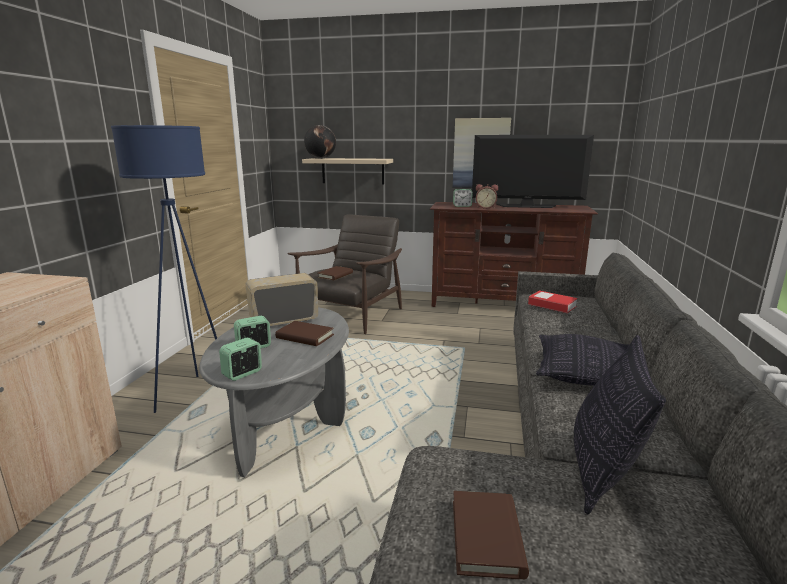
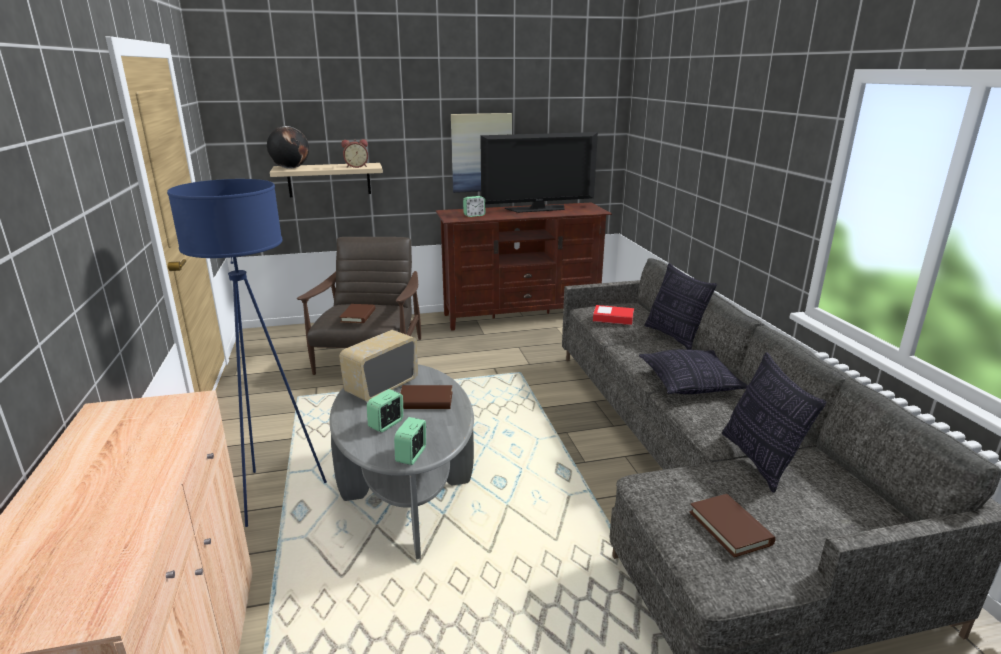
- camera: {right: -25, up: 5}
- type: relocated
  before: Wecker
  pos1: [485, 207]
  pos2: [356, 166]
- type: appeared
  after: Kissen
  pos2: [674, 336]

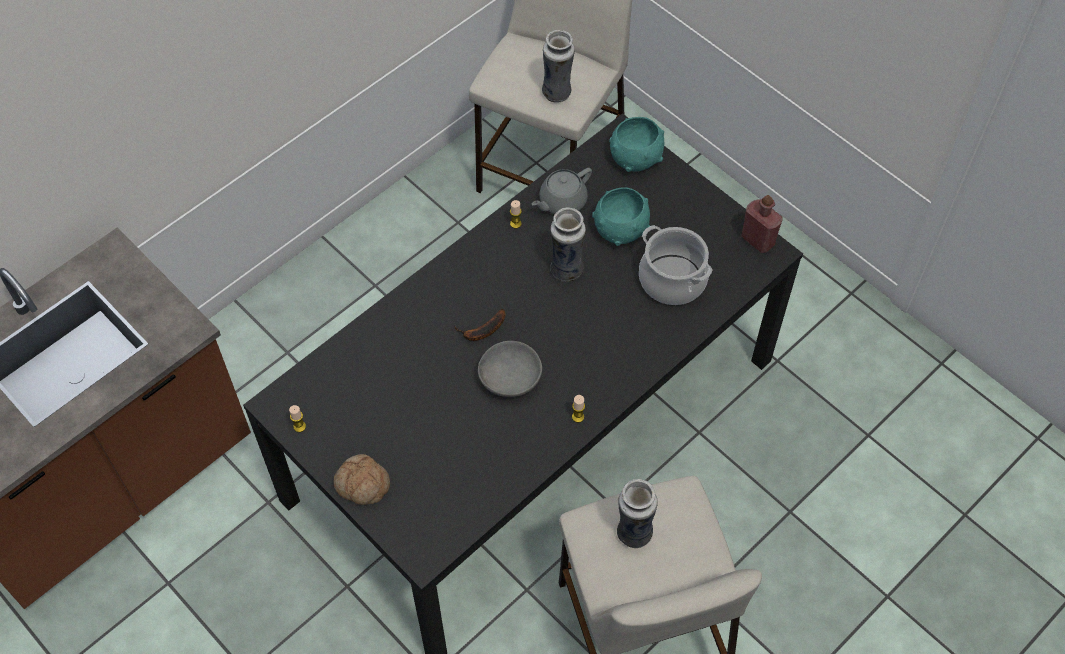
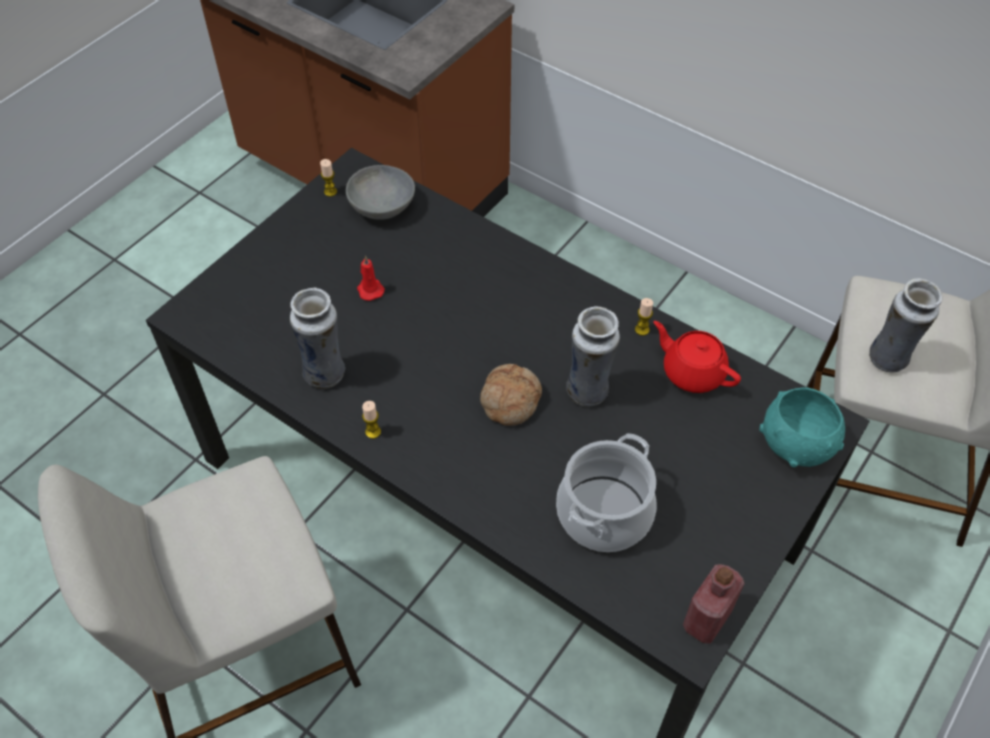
- camera: {right: 80, up: -5}
- type: relocated
  before: Vase
  pos1: [633, 532]
  pos2: [325, 373]
- type: relocated
  before: Schüssel/grau
  pos1: [510, 378]
  pos2: [383, 206]
- type: appeared
  after: Kerze/rot
  pos2: [370, 289]
- type: relocated
  before: Brot
  pos1: [362, 485]
  pos2: [509, 400]
- type: colour
  before: Teekanne/grau
  after: Teekanne/rot
  pos1: [562, 202]
  pos2: [692, 372]
- type: missing
  before: Banane
  pos1: [482, 331]
- type: missing
  before: Schüssel/türkis
  pos1: [621, 230]

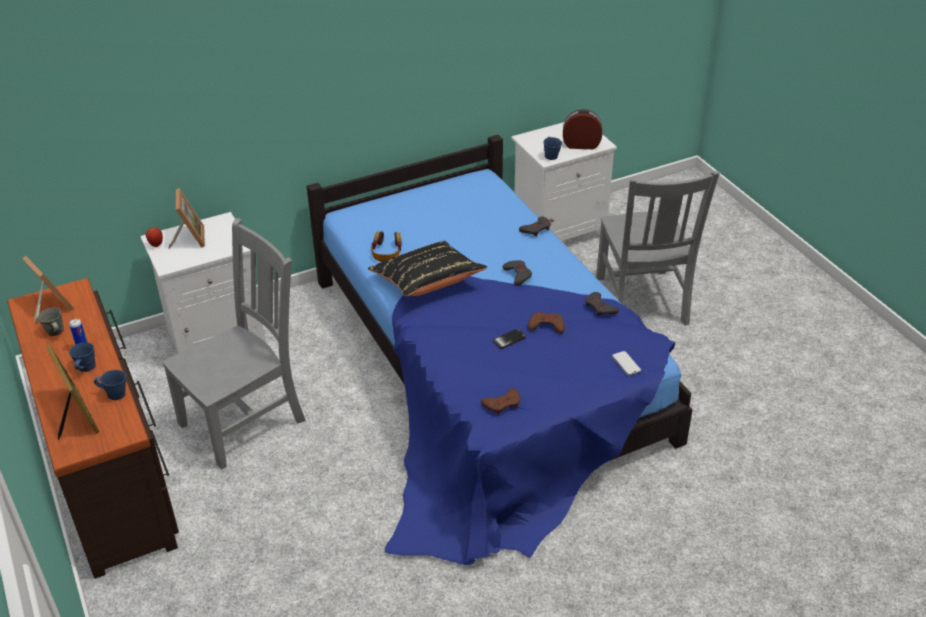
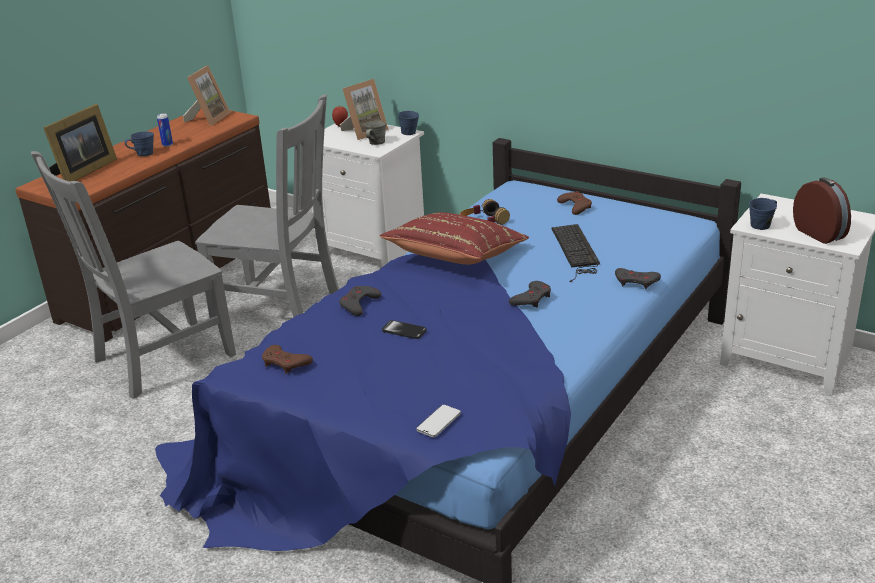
- camera: {right: 60, up: -10}
- type: relocated
  before: Stuhl/grau
  pos1: [642, 303]
  pos2: [160, 359]
- type: relocated
  before: Gamepad/grau
  pos1: [600, 307]
  pos2: [359, 304]
- type: relocated
  before: Henkelbecher/grau
  pos1: [55, 332]
  pos2: [376, 143]
- type: colour
  before: Kissen/schwarz
  after: Kissen/rot
  pos1: [427, 283]
  pos2: [456, 258]
- type: relocated
  before: Henkelbecher/blau
  pos1: [115, 394]
  pos2: [408, 132]
- type: appeared
  after: Tastatur
  pos2: [575, 251]
- type: relocated
  before: Gamepad/braun
  pos1: [546, 325]
  pos2: [575, 206]

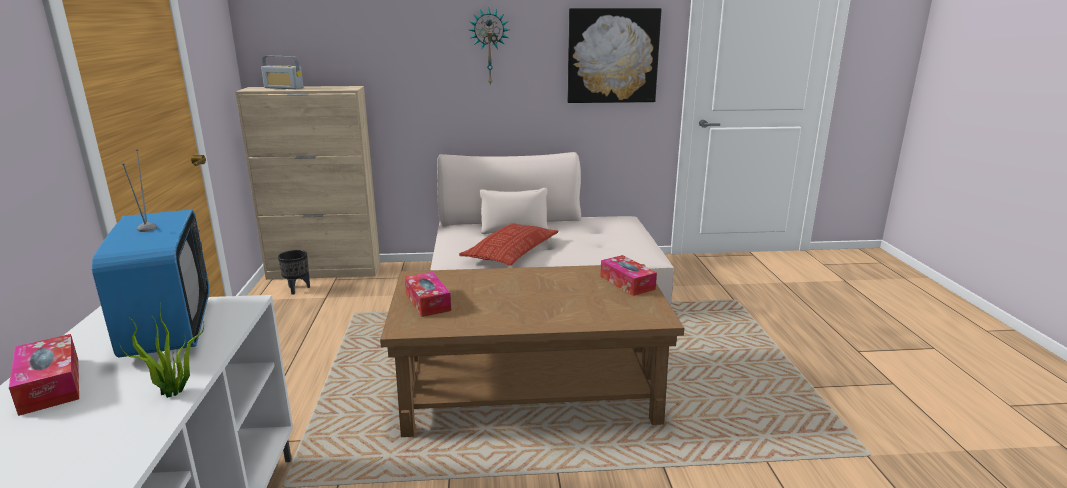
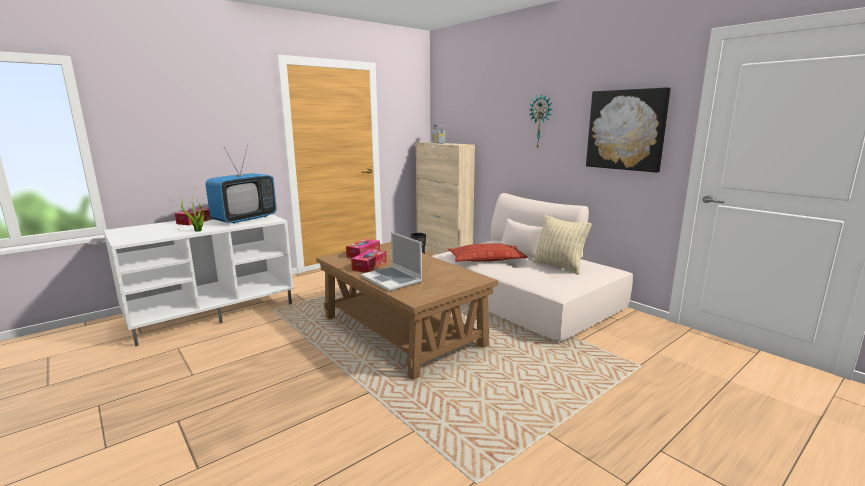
- camera: {right: 55, up: -5}
- type: relocated
  before: Taschentuchbox
  pos1: [627, 283]
  pos2: [369, 266]
- type: appeared
  after: Laptop
  pos2: [392, 280]
- type: appeared
  after: Kissen/beige
  pos2: [558, 266]

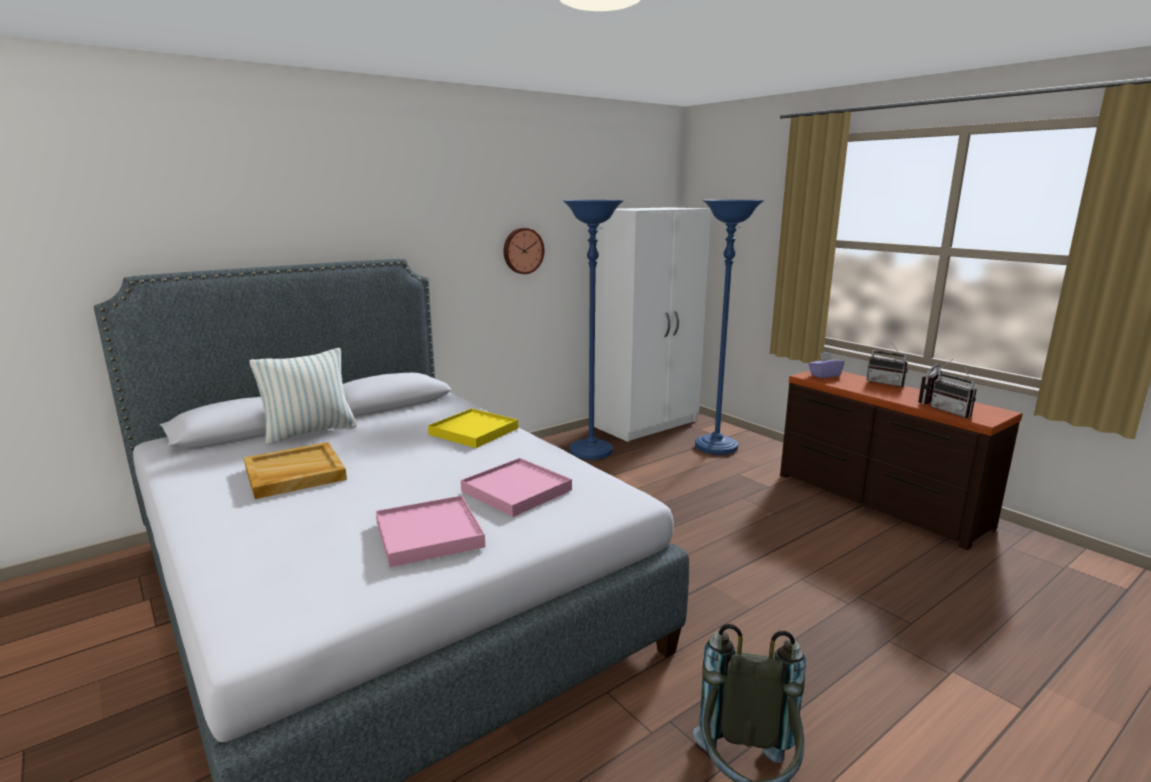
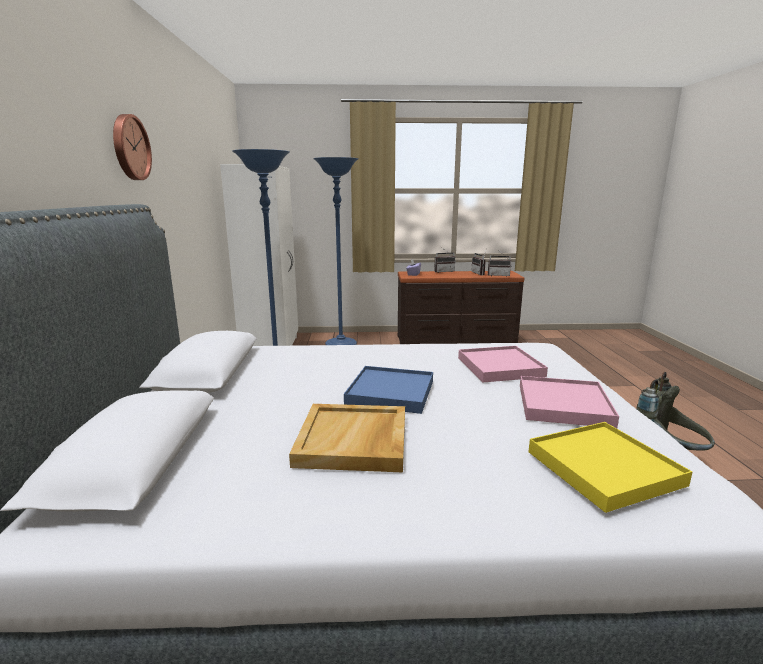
- camera: {right: -55, up: 0}
- type: relocated
  before: Wanduhr
  pos1: [522, 250]
  pos2: [129, 147]
- type: appeared
  after: Tablett/blau
  pos2: [390, 393]
- type: relocated
  before: Tablett/gelb
  pos1: [474, 431]
  pos2: [603, 468]
- type: missing
  before: Kissen
  pos1: [310, 432]

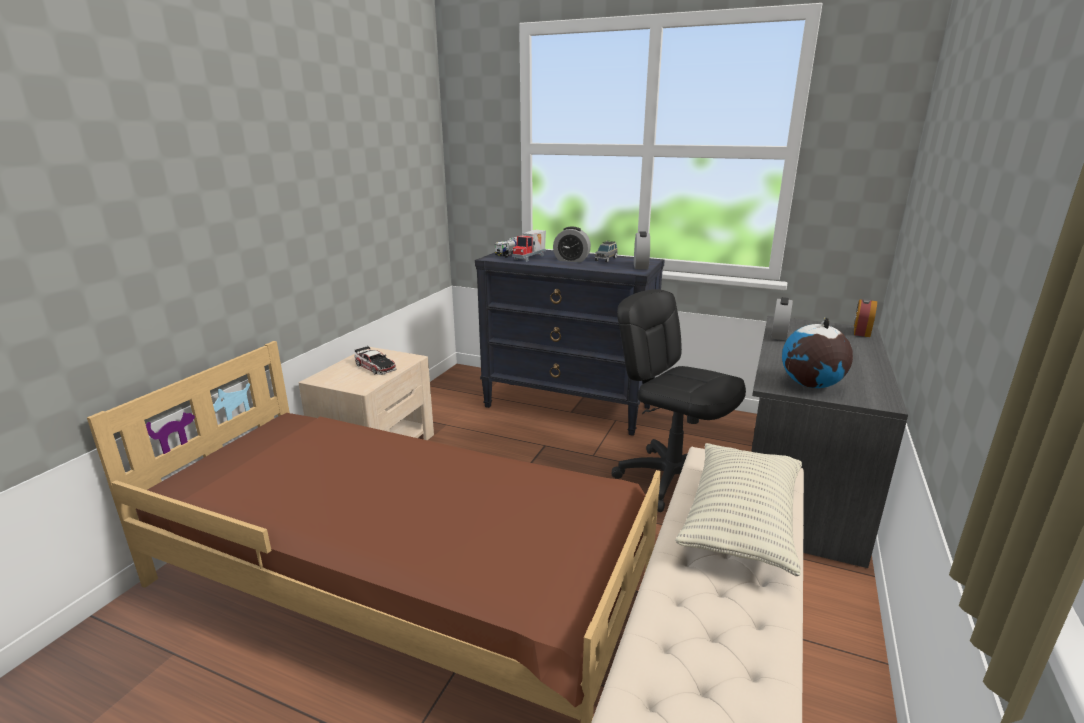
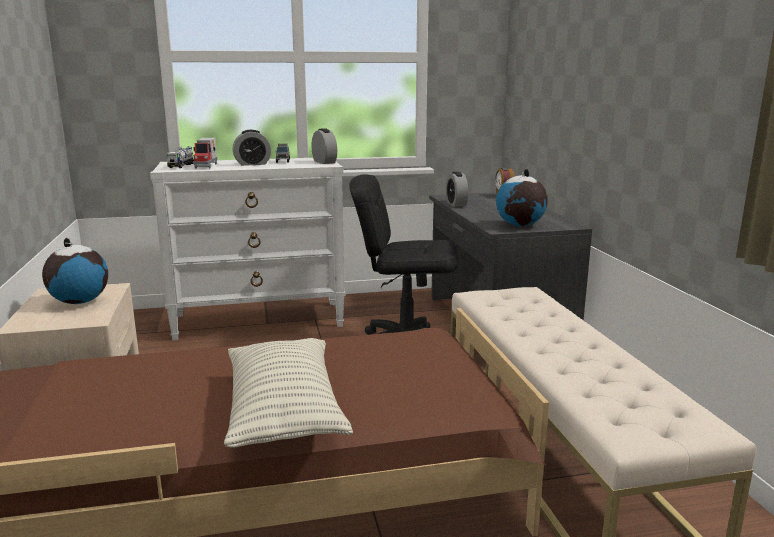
- camera: {right: -35, up: -5}
- type: exchanged
  before: Spielzeugauto
  after: Globus
  pos1: [375, 367]
  pos2: [79, 302]
- type: colour
  before: Kommode/schwarz
  after: Kommode/weiß
  pos1: [568, 406]
  pos2: [259, 320]
- type: relocated
  before: Kissen
  pos1: [741, 521]
  pos2: [284, 412]

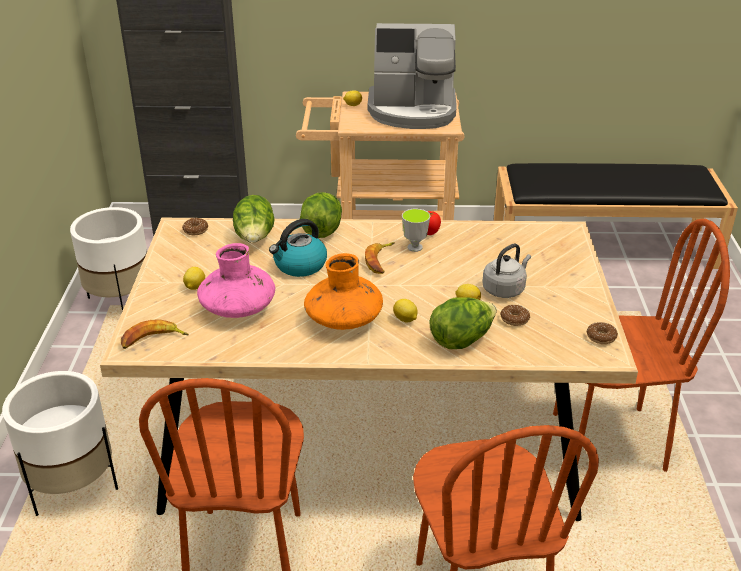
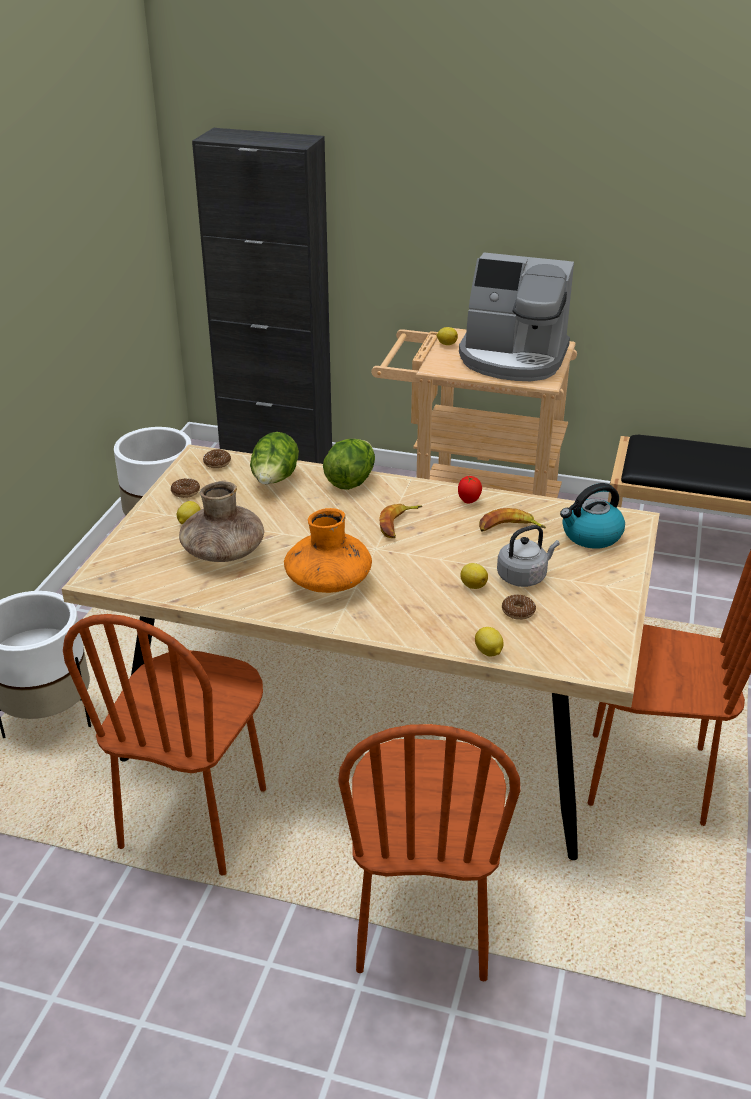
- camera: {right: 15, up: 0}
- type: relocated
  before: Donut
  pos1: [601, 337]
  pos2: [185, 492]
- type: colour
  before: Vase/rosa
  after: Vase/braun
  pos1: [238, 308]
  pos2: [223, 553]
- type: relocated
  before: Zitrone
  pos1: [405, 320]
  pos2: [488, 652]
- type: relocated
  before: Banane
  pos1: [153, 340]
  pos2: [509, 528]
- type: relocated
  before: Wasserkessel
  pos1: [299, 266]
  pos2: [590, 536]
- type: missing
  before: Tasse
  pos1: [415, 247]
- type: missing
  before: Salatkopf
  pos1: [461, 340]

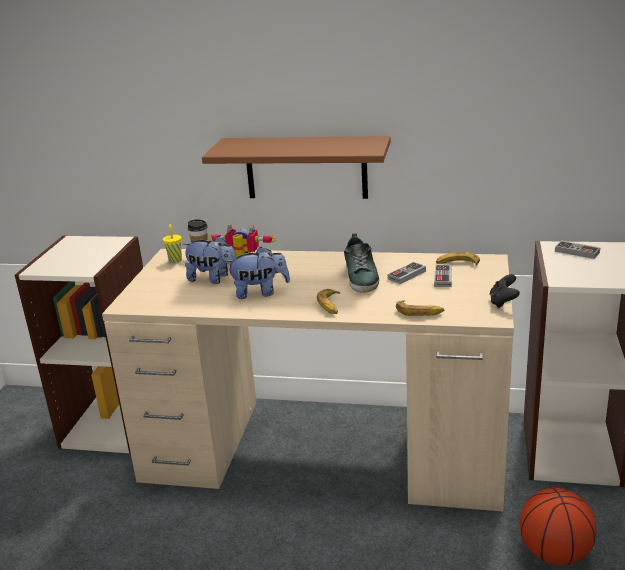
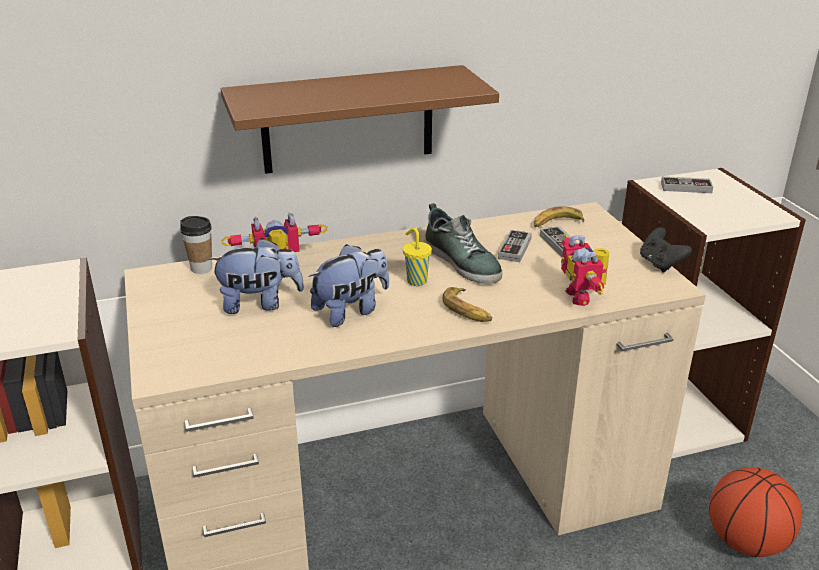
- camera: {right: -30, up: 5}
- type: relocated
  before: Tasse/gelb
  pos1: [175, 260]
  pos2: [416, 281]
- type: exchanged
  before: Banane
  after: Spielzeugroboter
  pos1: [419, 312]
  pos2: [584, 296]

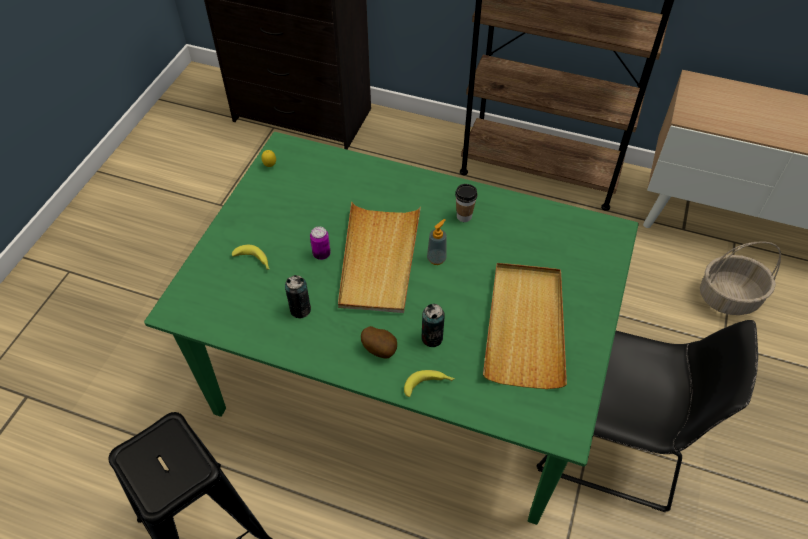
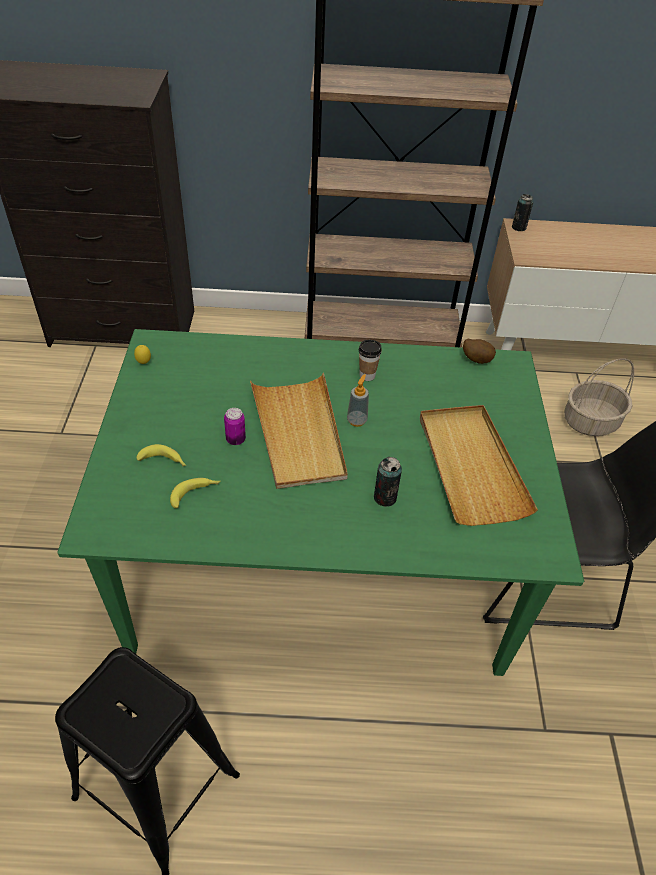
- camera: {right: -20, up: -5}
- type: relocated
  before: Banane
  pos1: [429, 385]
  pos2: [195, 494]
- type: relocated
  before: Kartoffel
  pos1: [380, 349]
  pos2: [476, 359]
- type: relocated
  before: Dose
  pos1: [300, 310]
  pos2: [518, 227]

